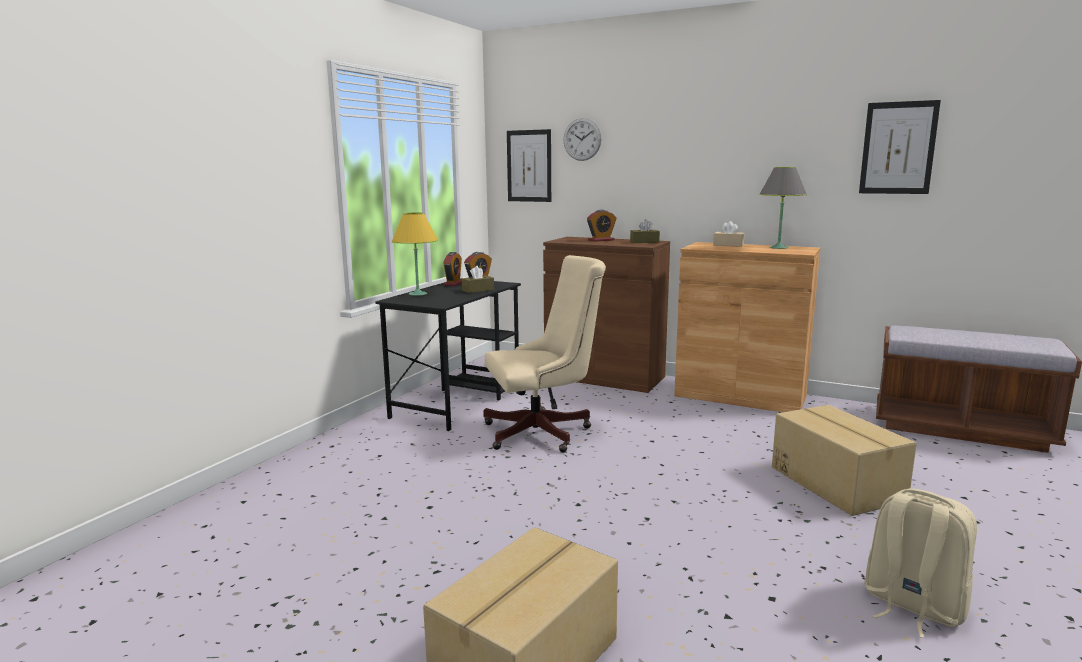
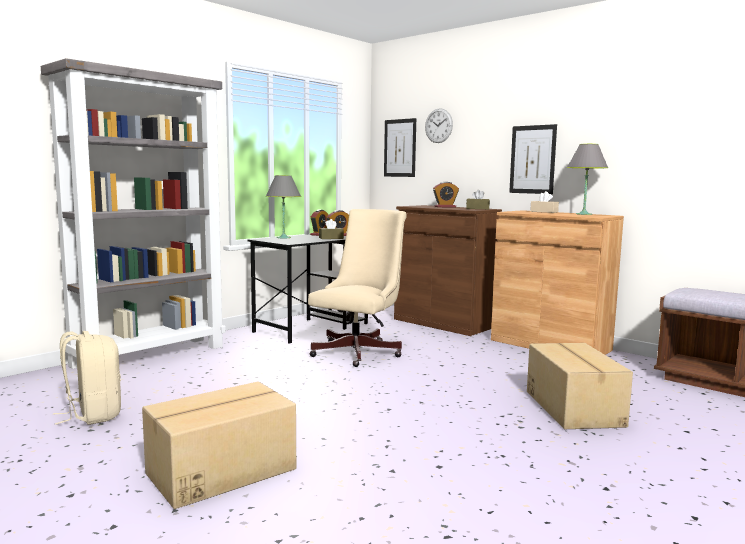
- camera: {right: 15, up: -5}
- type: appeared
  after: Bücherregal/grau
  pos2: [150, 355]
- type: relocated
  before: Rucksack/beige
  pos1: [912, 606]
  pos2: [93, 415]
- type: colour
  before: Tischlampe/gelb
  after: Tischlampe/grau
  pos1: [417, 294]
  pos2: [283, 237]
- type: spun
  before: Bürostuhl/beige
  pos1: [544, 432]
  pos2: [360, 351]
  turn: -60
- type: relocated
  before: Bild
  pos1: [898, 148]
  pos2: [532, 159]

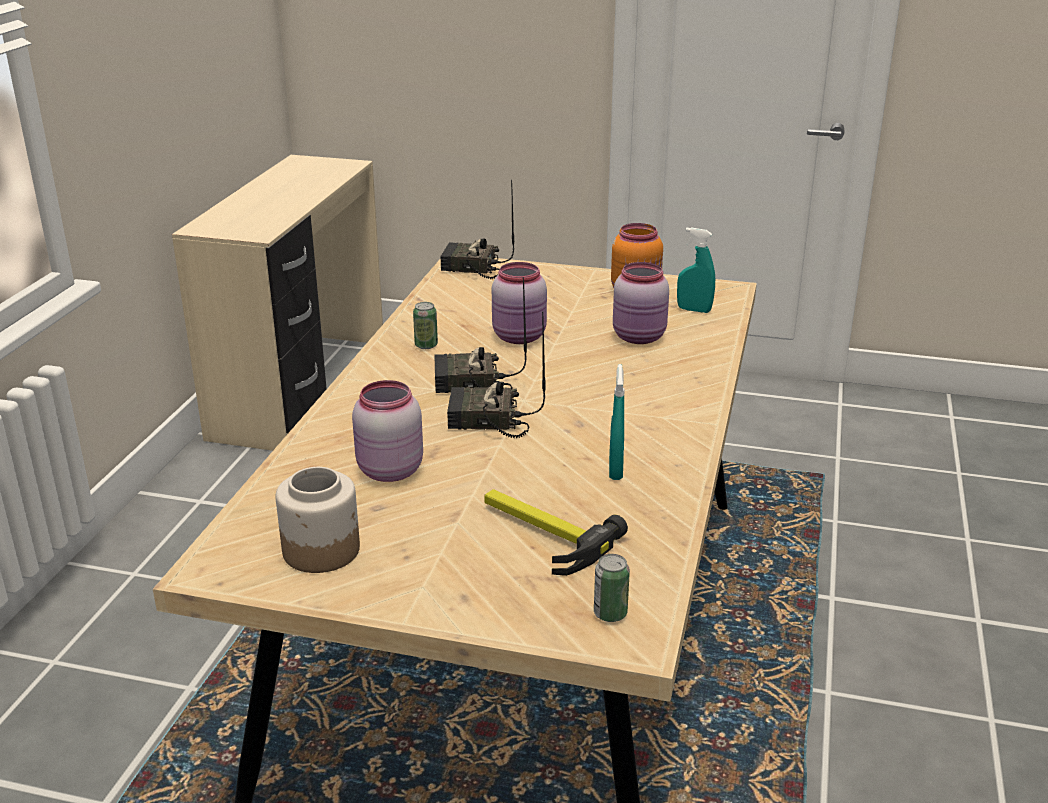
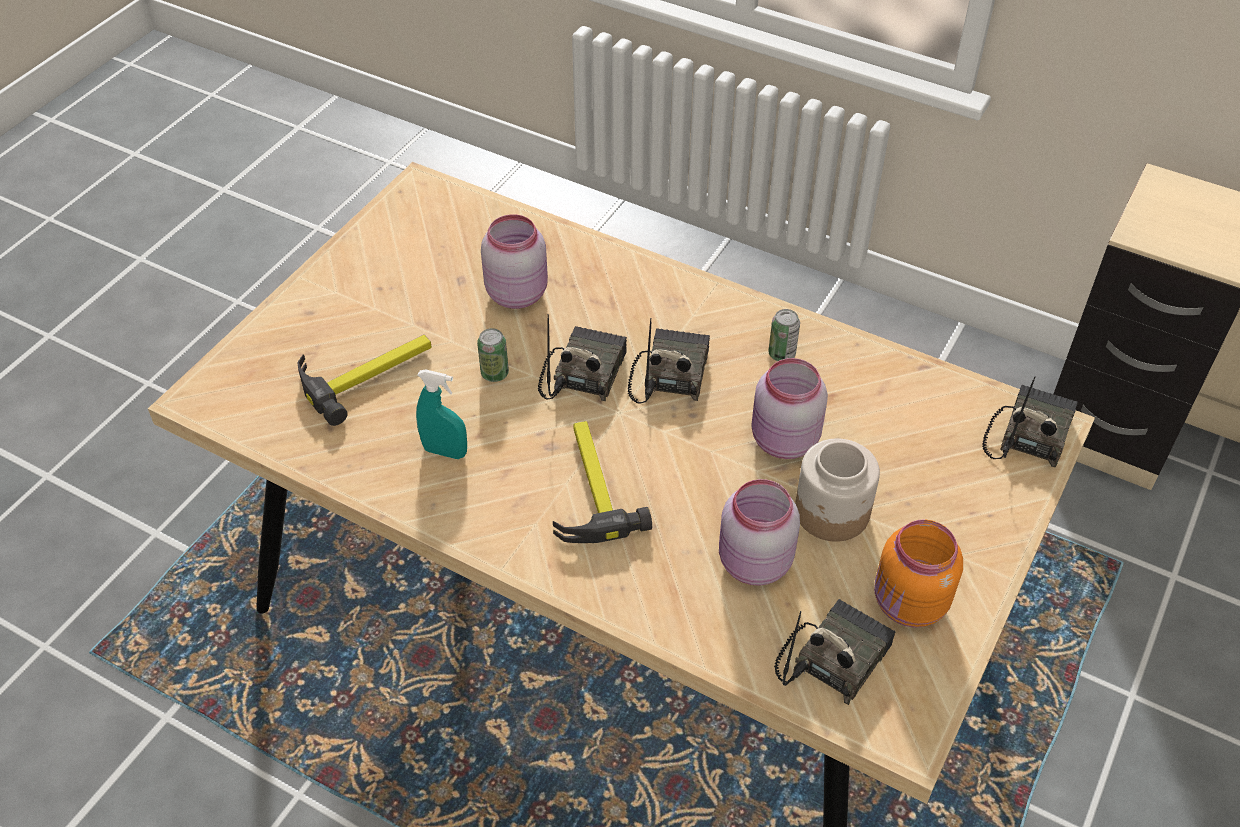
- camera: {right: 105, up: 20}
- type: relocated
  before: Dose
  pos1: [610, 614]
  pos2: [494, 373]
- type: appeared
  after: Hammer
  pos2: [589, 487]
- type: exchanged
  before: Sprühflasche/türkis
  after: Radio
  pos1: [694, 310]
  pos2: [832, 657]
- type: relocated
  before: Vorratsglas
  pos1: [322, 550]
  pos2: [832, 512]

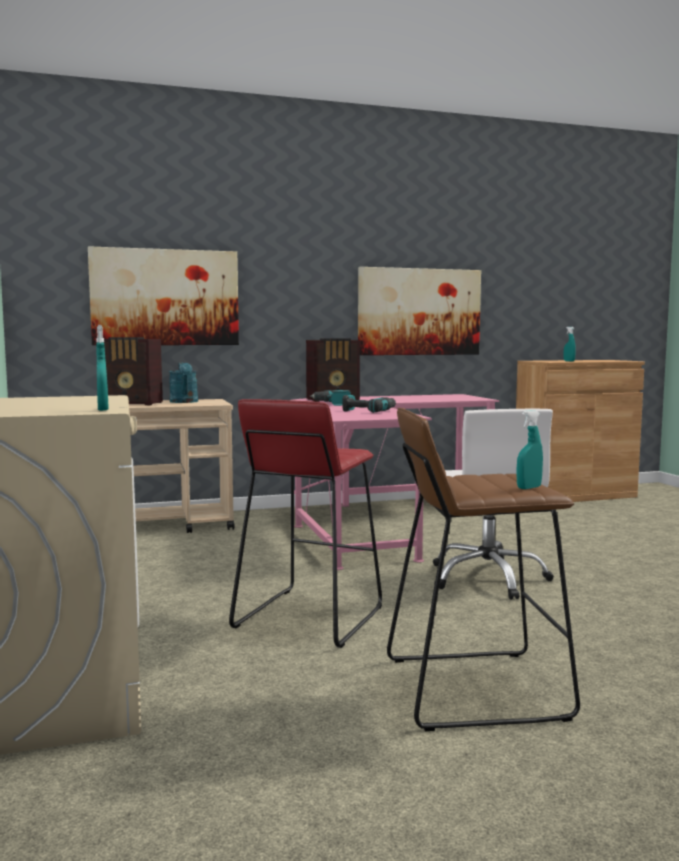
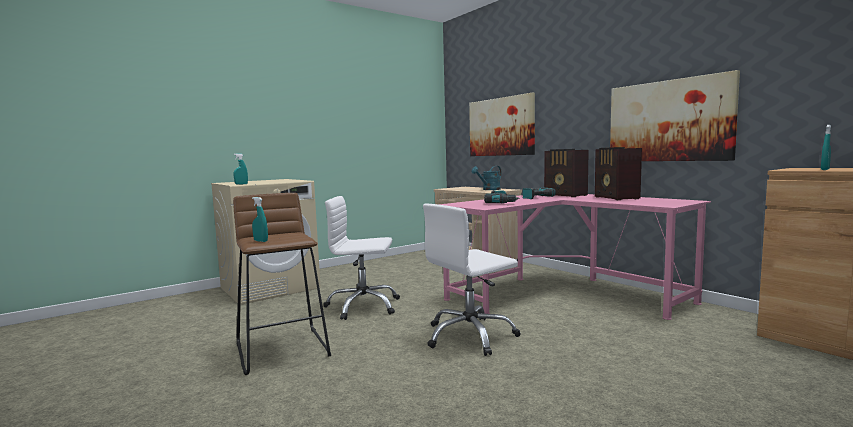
- camera: {right: 70, up: 0}
- type: exchanged
  before: Hocker/rot
  after: Bürostuhl/weiß
  pos1: [308, 617]
  pos2: [363, 306]
- type: relocated
  before: Radio
  pos1: [133, 403]
  pos2: [616, 198]

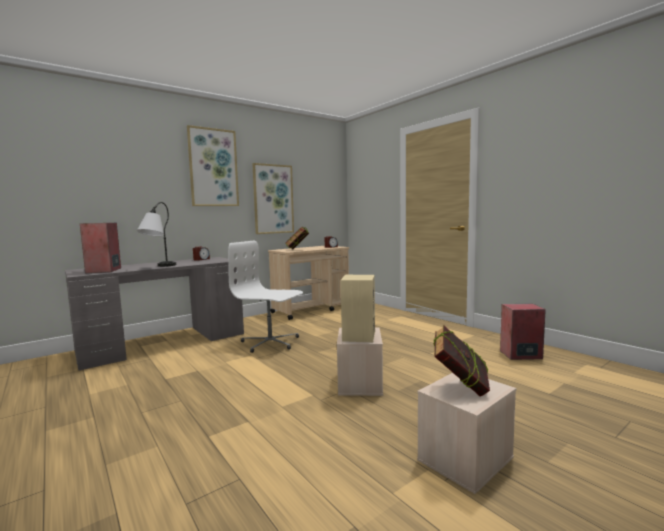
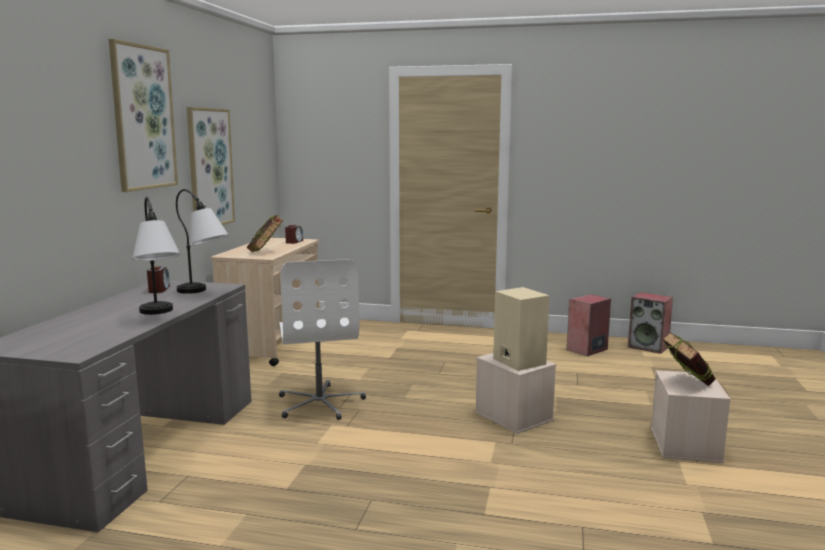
- camera: {right: -40, up: 5}
- type: appeared
  after: Tischlampe
  pos2: [203, 293]
- type: spun
  before: Bürostuhl/weiß
  pos1: [270, 343]
  pos2: [320, 403]
  turn: -90
- type: relocated
  before: Lautsprecher
  pos1: [104, 270]
  pos2: [649, 347]

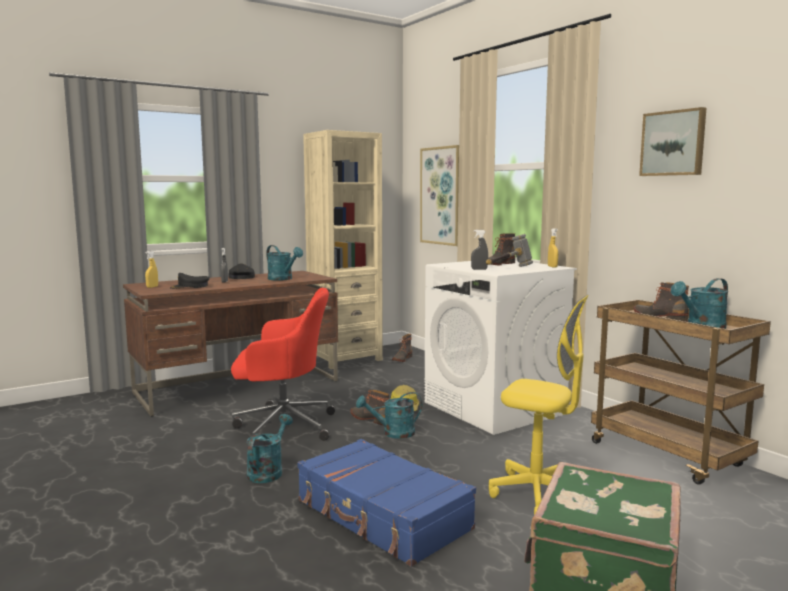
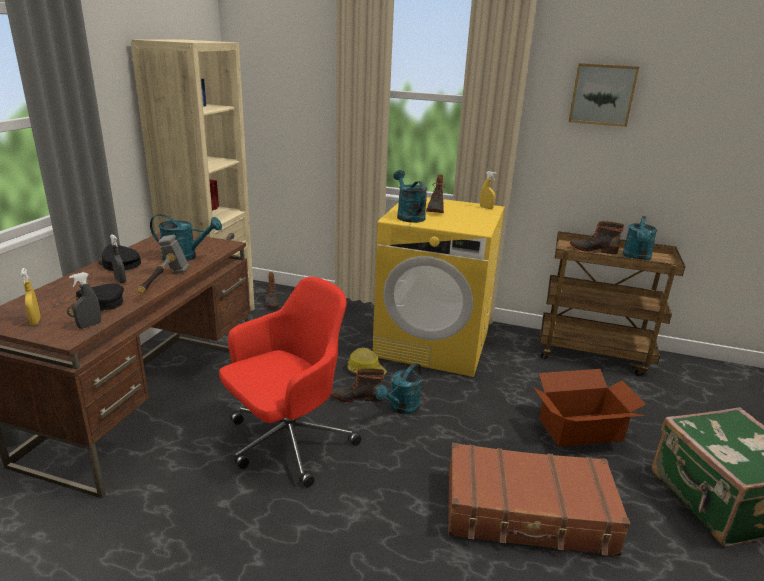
- camera: {right: -40, up: 15}
- type: relocated
  before: Sprühflasche/grau
  pos1: [479, 269]
  pos2: [89, 325]
- type: relocated
  before: Hammer
  pos1: [508, 268]
  pos2: [163, 283]
- type: colour
  before: Waschmaschine/weiß
  after: Waschmaschine/gelb
  pos1: [495, 408]
  pos2: [433, 344]
- type: relocated
  before: Gießkanne/türkis
  pos1: [268, 471]
  pos2: [408, 216]
- type: colour
  before: Koffer/blau
  after: Koffer/braun
  pos1: [382, 515]
  pos2: [528, 513]
- type: exchanged
  before: Bürostuhl/gelb
  after: Karton
  pos1: [538, 494]
  pos2: [581, 430]
- type: missing
  before: Bild
  pos1: [441, 196]

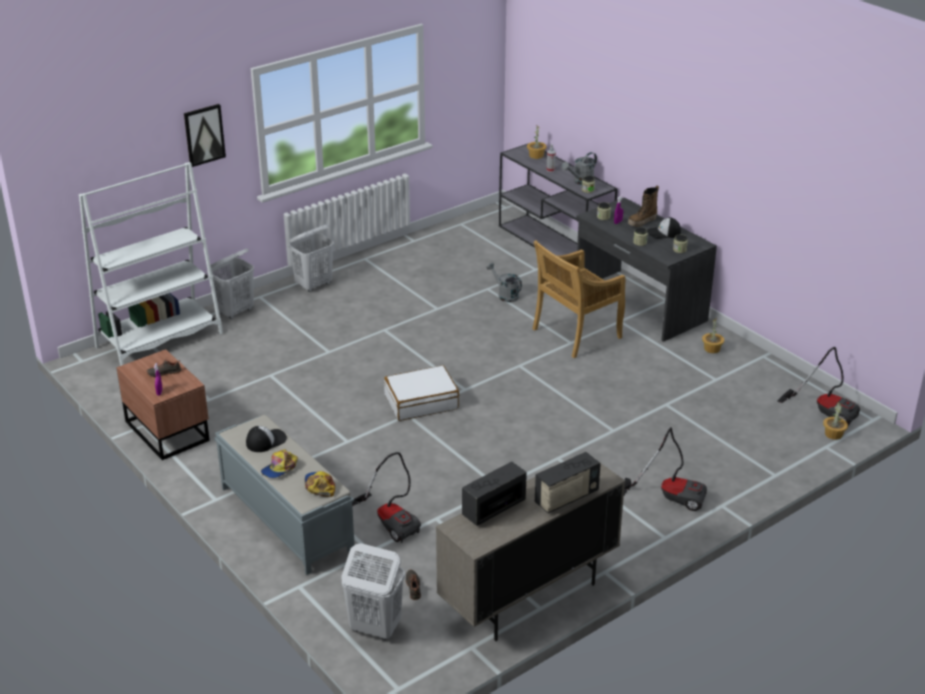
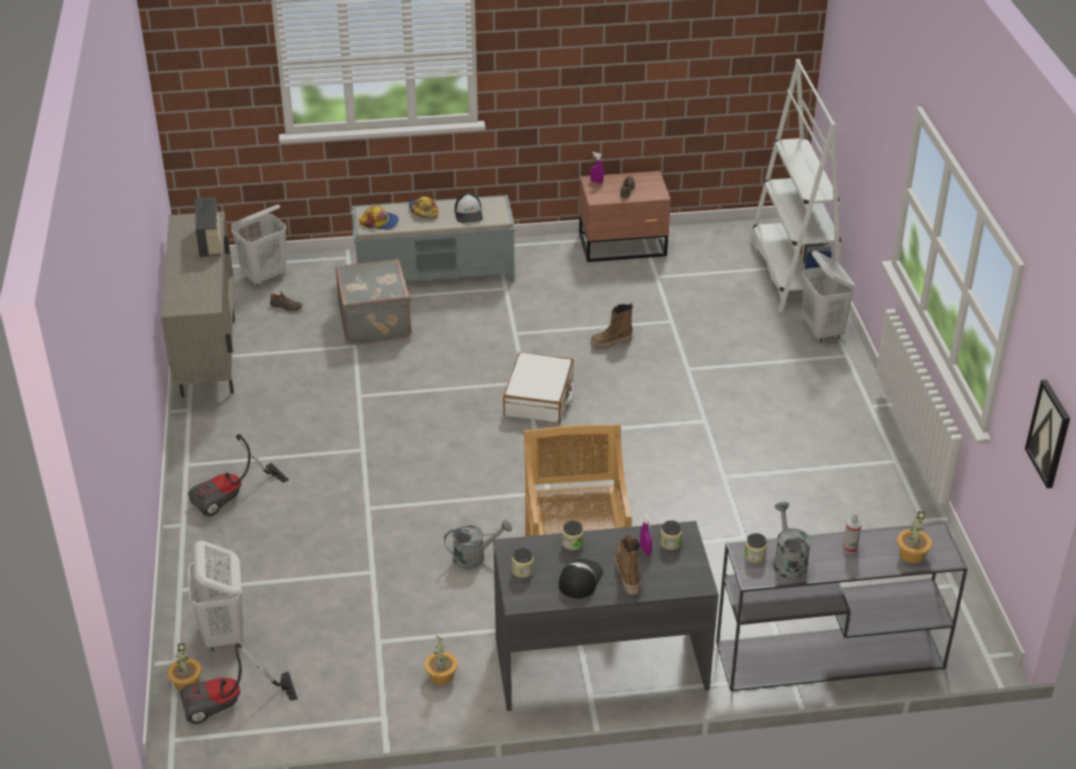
- camera: {right: 120, up: 5}
- type: relocated
  before: Wäschekorb/weiß
  pos1: [314, 285]
  pos2: [224, 634]
- type: exchanged
  before: Staubsauger
  after: Koffer/grau
  pos1: [391, 521]
  pos2: [376, 322]
- type: relocated
  before: Gießkanne/grau
  pos1: [505, 295]
  pos2: [475, 557]
- type: appeared
  after: Stiefel
  pos2: [611, 343]
- type: relocated
  before: Bild
  pos1: [204, 135]
  pos2: [1049, 433]
- type: missing
  before: Radio
  pos1: [566, 498]

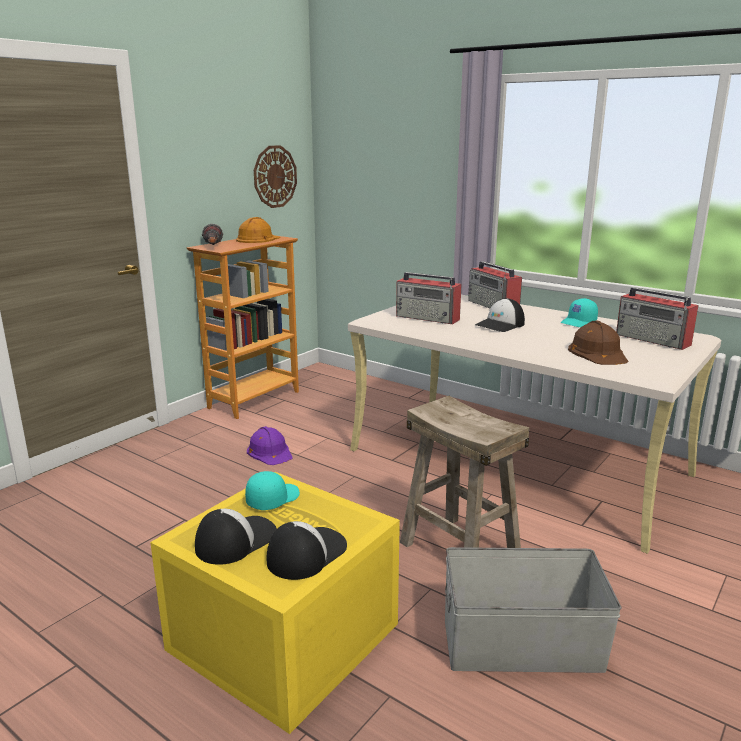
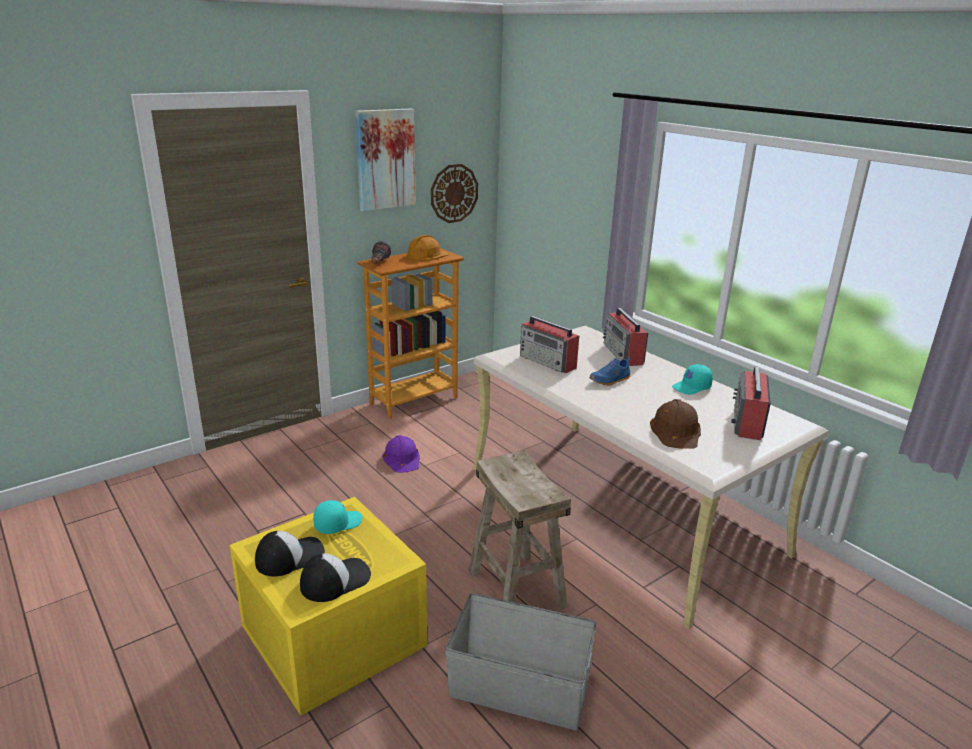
- camera: {right: 15, up: 5}
- type: appeared
  after: Bild
  pos2: [385, 159]
- type: exchanged
  before: Kappe
  after: Schuh/blau
  pos1: [500, 325]
  pos2: [610, 380]
- type: spun
  before: Radio
  pos1: [653, 340]
  pos2: [748, 422]
  turn: 45

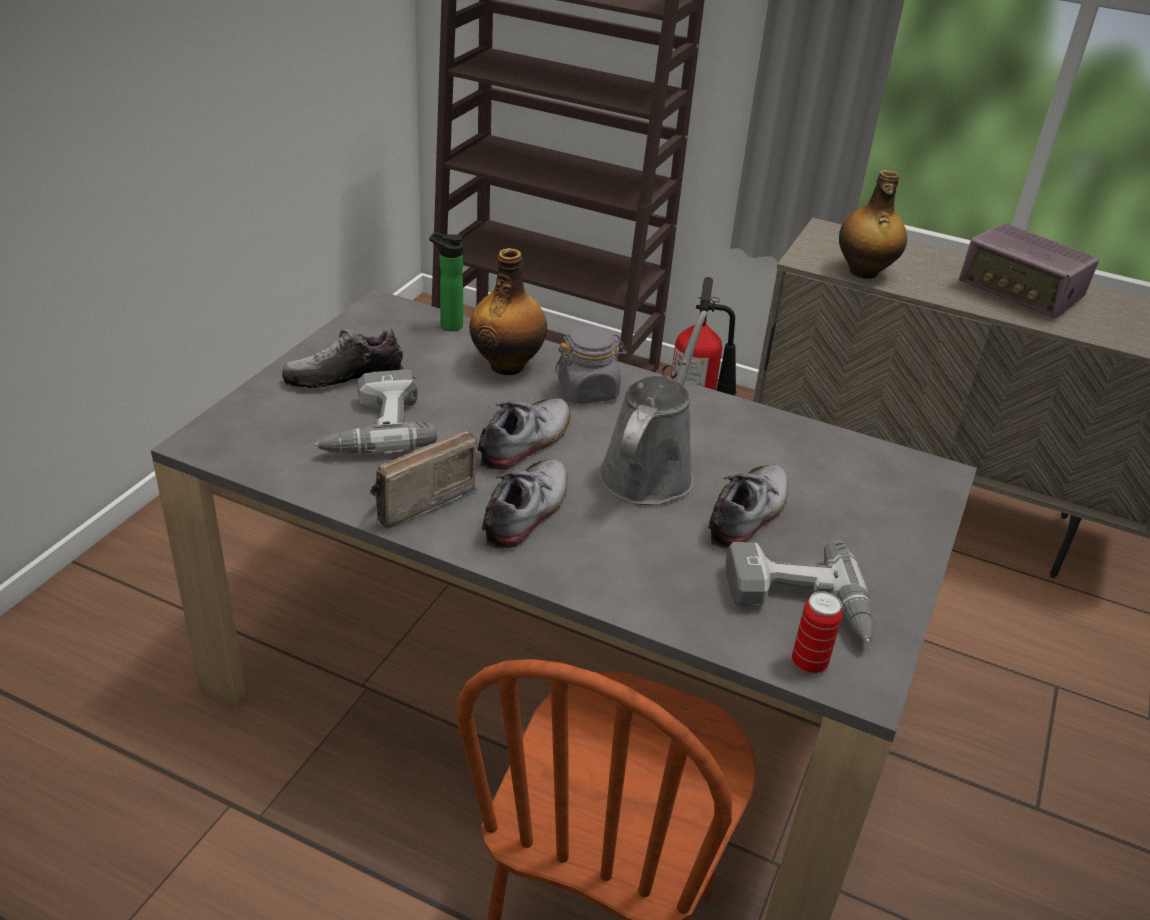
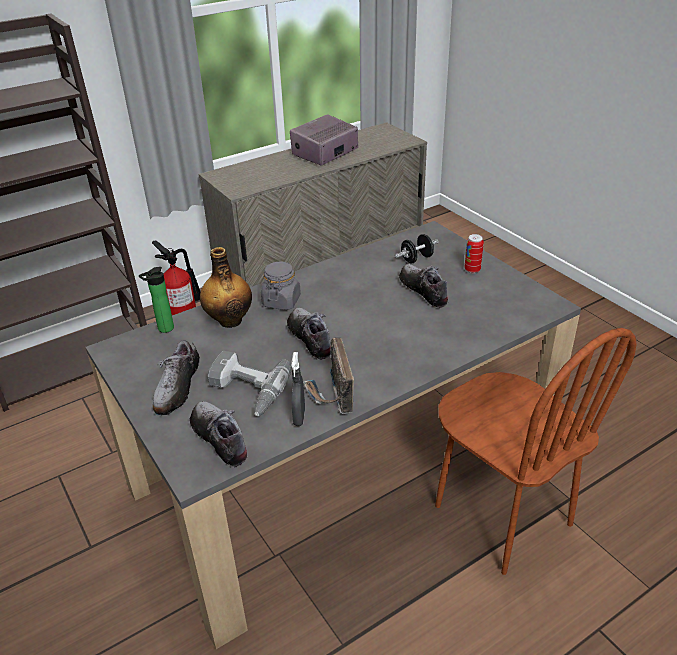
- camera: {right: -55, up: 0}
- type: relocated
  before: Schuh
  pos1: [527, 511]
  pos2: [219, 438]
- type: spun
  before: Radio
  pos1: [1021, 291]
  pos2: [324, 153]
  turn: 150
- type: appeared
  after: Sprühflasche/grau
  pos2: [299, 417]
- type: appeared
  after: Hantel/schwarz
  pos2: [416, 259]
- type: relocated
  before: Dose
  pos1: [809, 663]
  pos2: [472, 270]
- type: missing
  before: Gießkanne/grau
  pos1: [649, 470]
- type: missing
  before: Bohrmaschine
  pos1: [797, 605]
- type: missing
  before: Flasche
  pos1: [863, 272]

